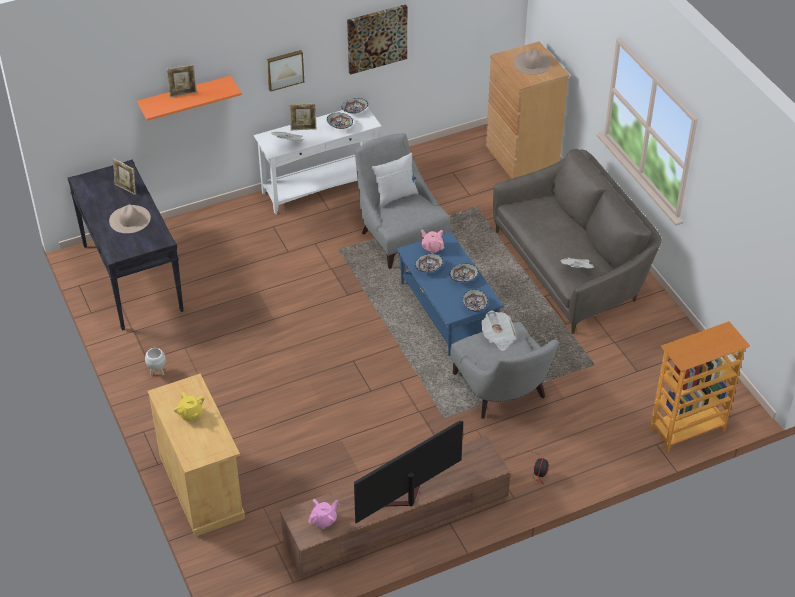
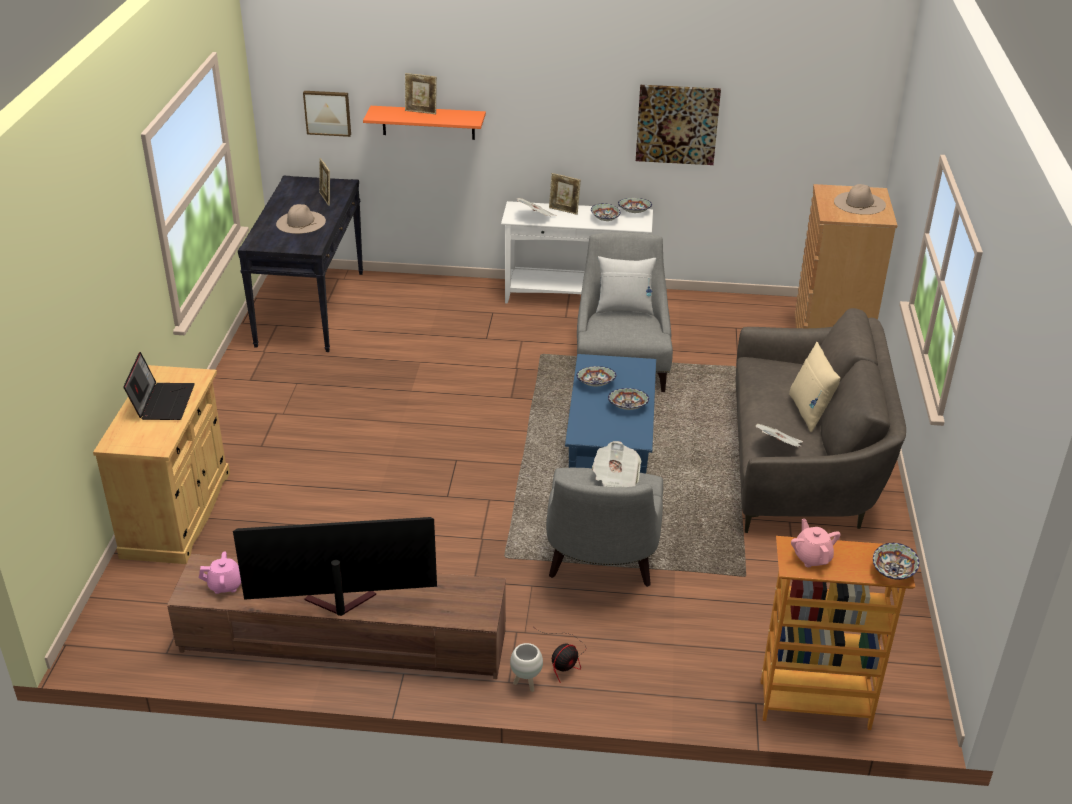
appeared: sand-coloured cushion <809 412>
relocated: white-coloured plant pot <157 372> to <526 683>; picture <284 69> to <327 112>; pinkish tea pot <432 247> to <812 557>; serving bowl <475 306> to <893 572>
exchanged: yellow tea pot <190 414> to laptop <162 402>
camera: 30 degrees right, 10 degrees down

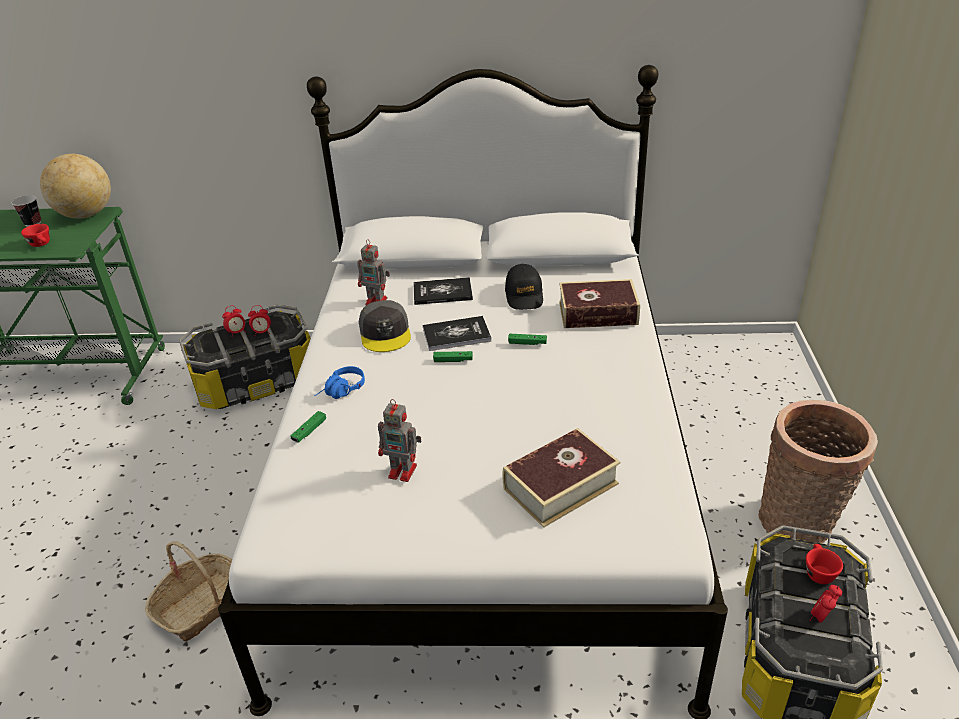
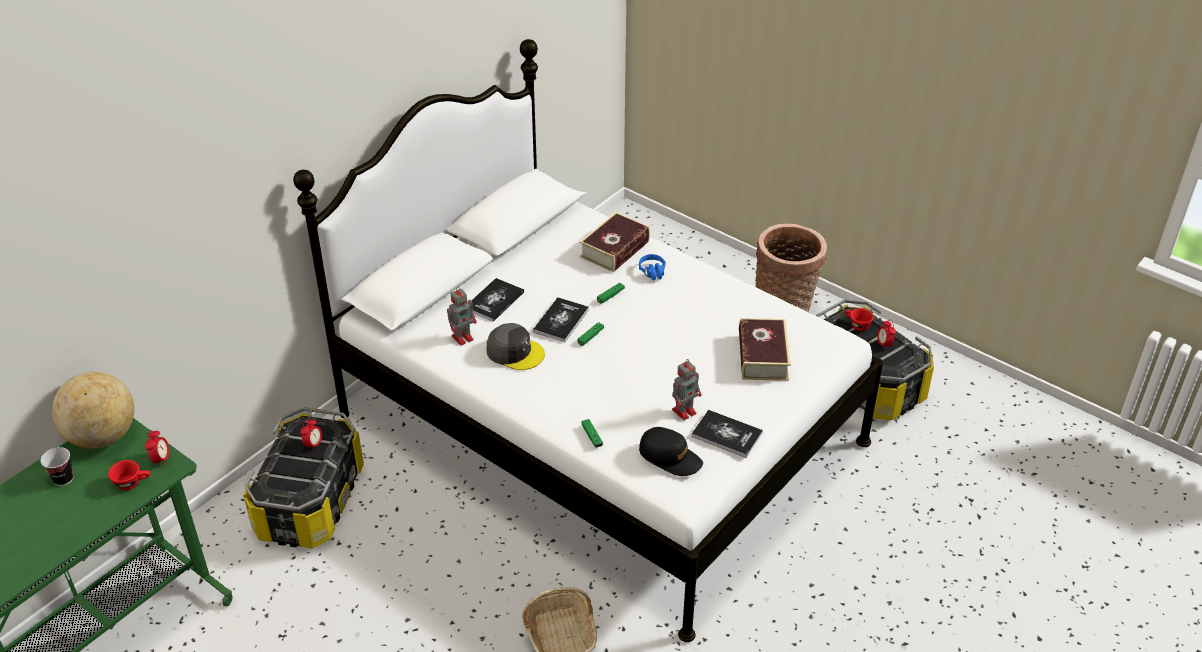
appeared: volume <727 435>
relocated: table clock <237 333> to <161 459>; bluish pair of headphones <341 391> to <654 275>; black cap <524 295> to <670 457>
camera: 55 degrees left, 5 degrees up

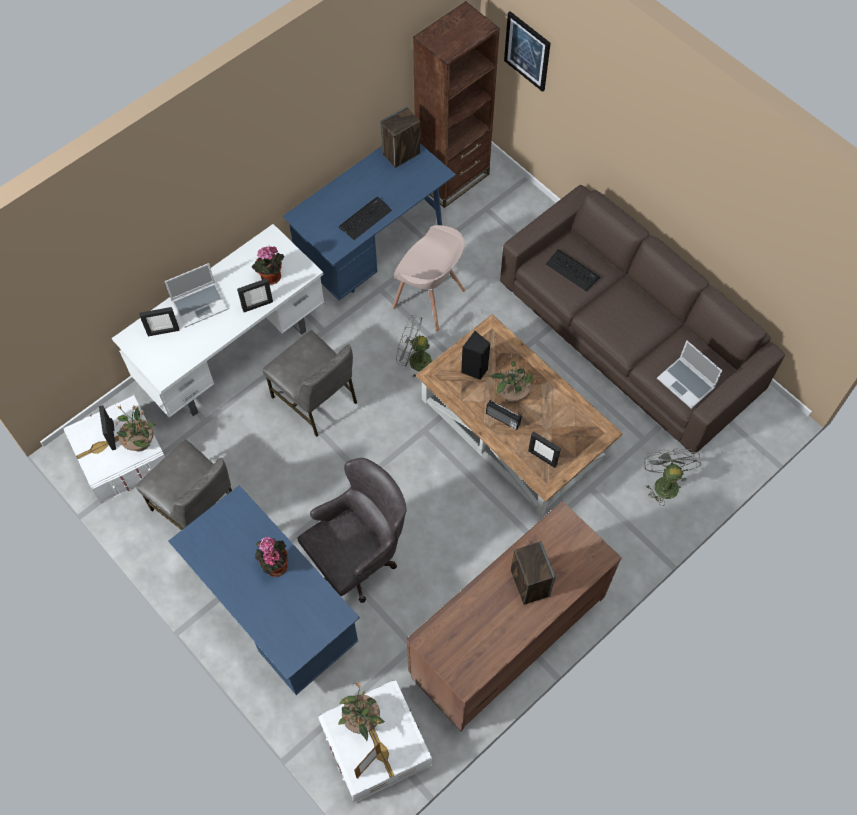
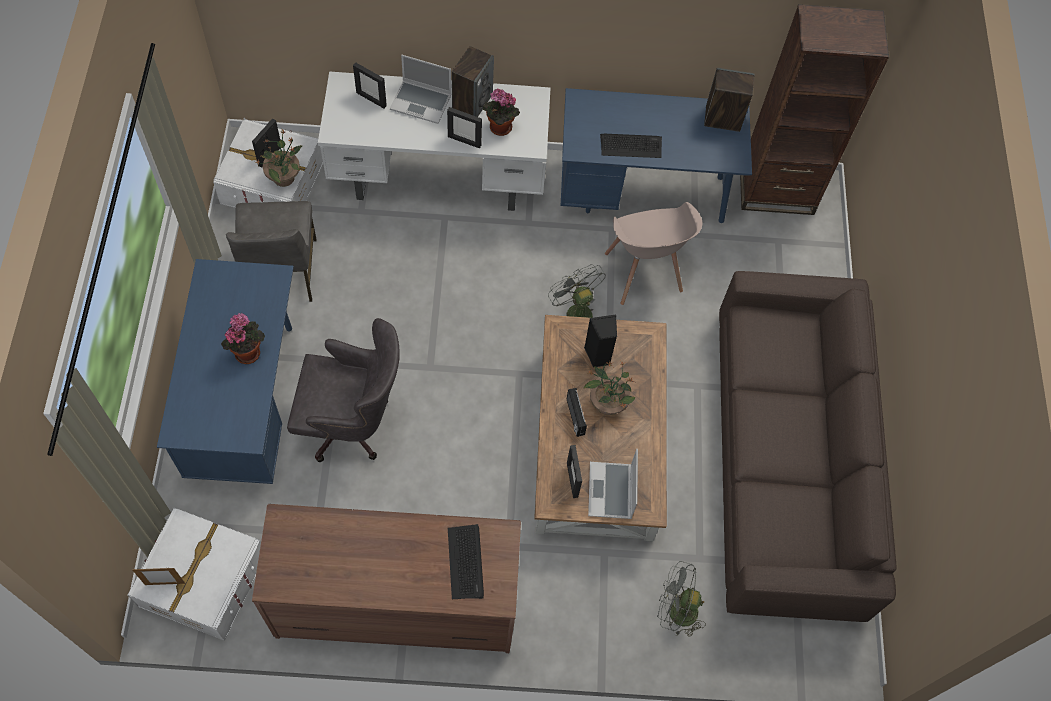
missing: greyish upright chair <316 400>; houseplant <362 719>; picture <527 51>
relocated: speaker <529 583> to <472 102>; computer keyboard <572 270> to <466 562>; laptop <686 383> to <611 492>
spun: greyish fan <664 482> = <675 611> 120 degrees counterclockwise
camera: 40 degrees right, 0 degrees up

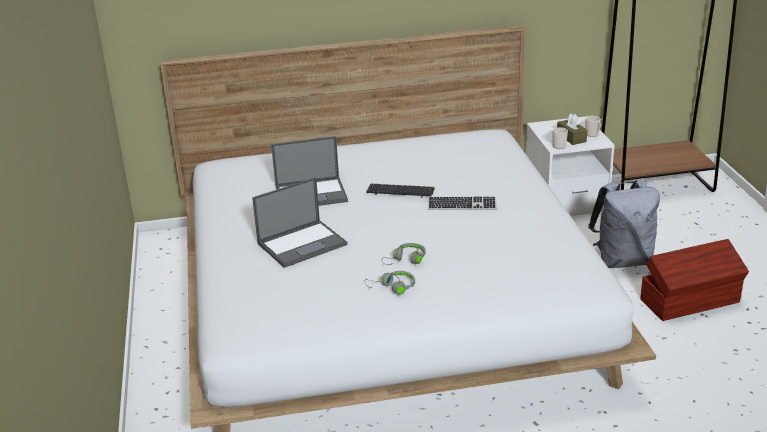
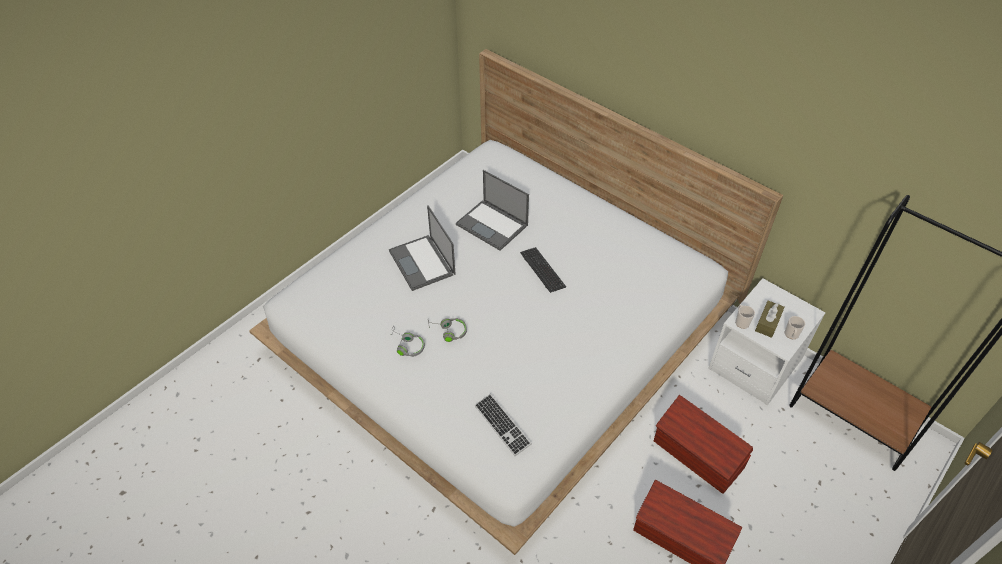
relocated: computer keyboard <462 205> to <502 425>
exchanged: greyish backpack <622 261> to brown storage box <698 456>
spun: laptop <303 243> = <422 263> 45 degrees clockwise
camera: 50 degrees right, 20 degrees up

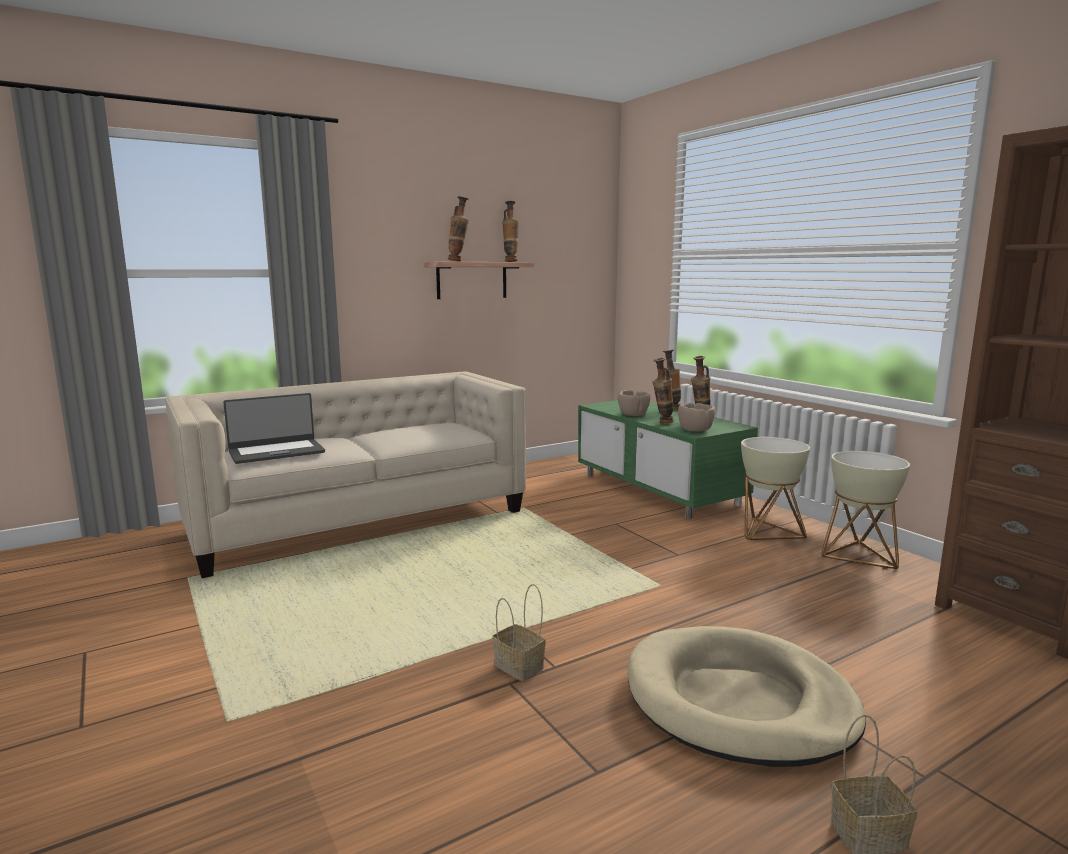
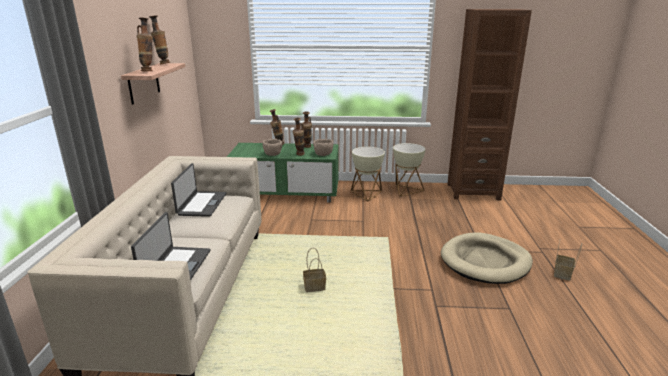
appeared: laptop <201 204>
relocated: basket <520 666> to <315 287>
camera: 55 degrees left, 10 degrees up

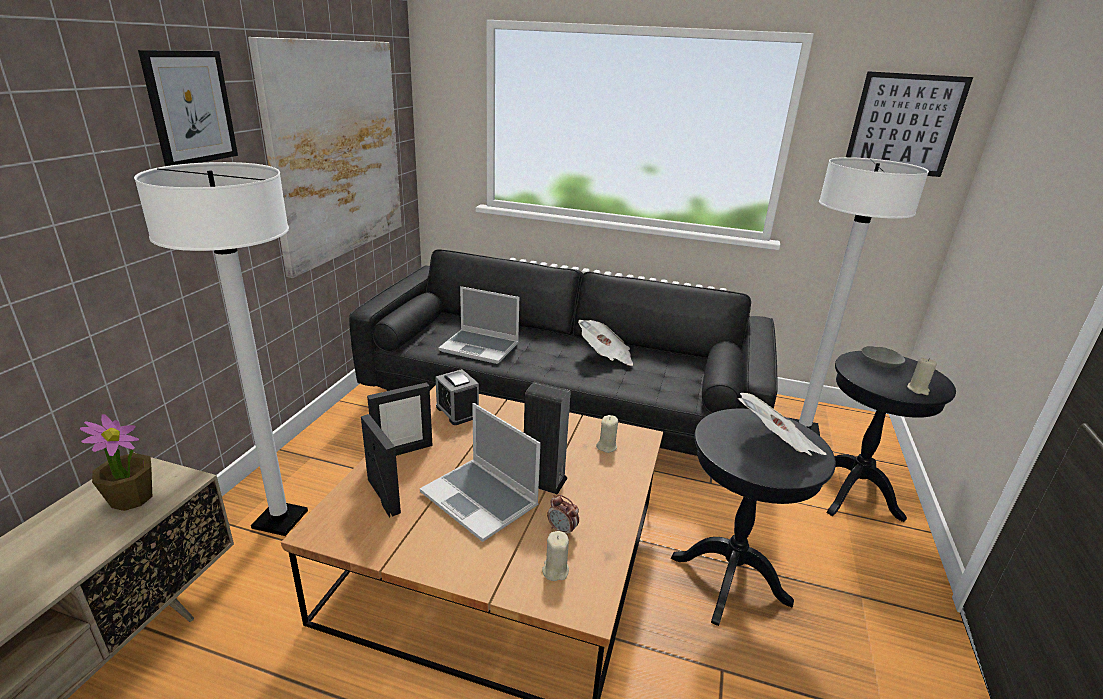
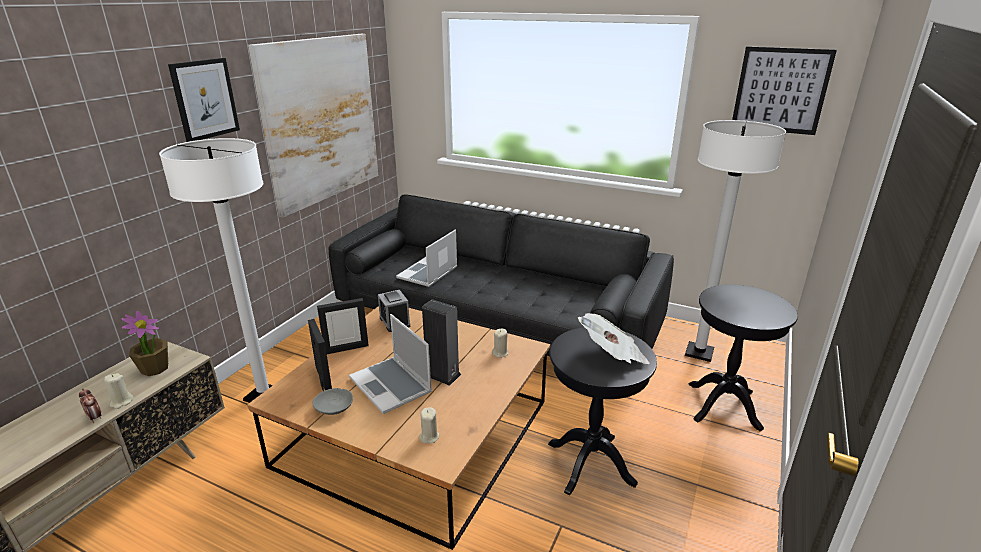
missing: printed paper <605 356>
relocated: table clock <562 530> to <95 418>; greyish serving bowl <880 363> to <334 407>; sand-coloured candle <918 389> to <121 402>
spun: laptop <481 347> = <428 273> 90 degrees clockwise
camera: 10 degrees right, 0 degrees up

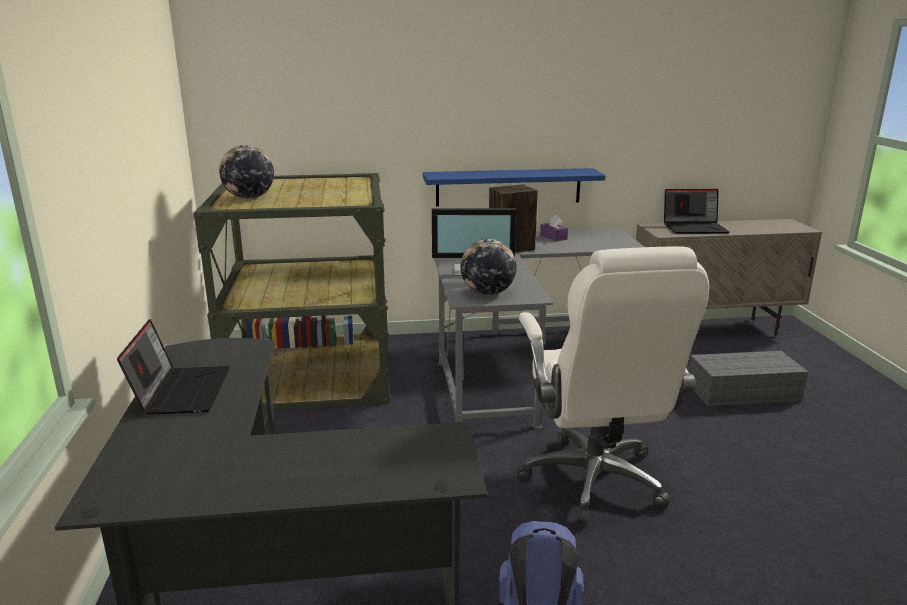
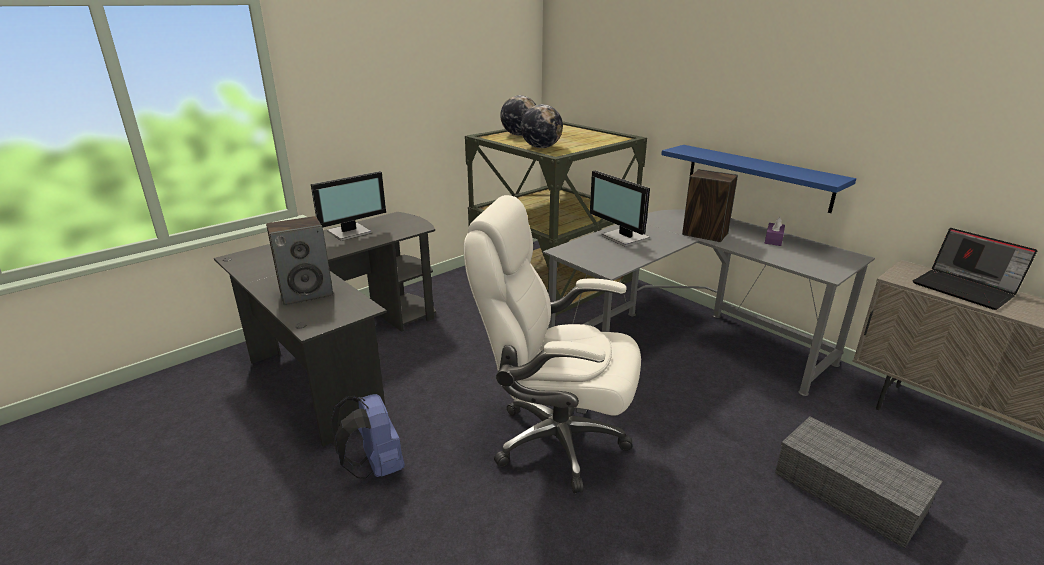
appeared: speaker <306 293>
relocated: desk globe <487 293> to <541 147>
exchanged: laptop <181 391> to monitor <350 232>
spun: white-coloured desk chair <594 482> = <556 441> 60 degrees clockwise
camera: 55 degrees right, 5 degrees up

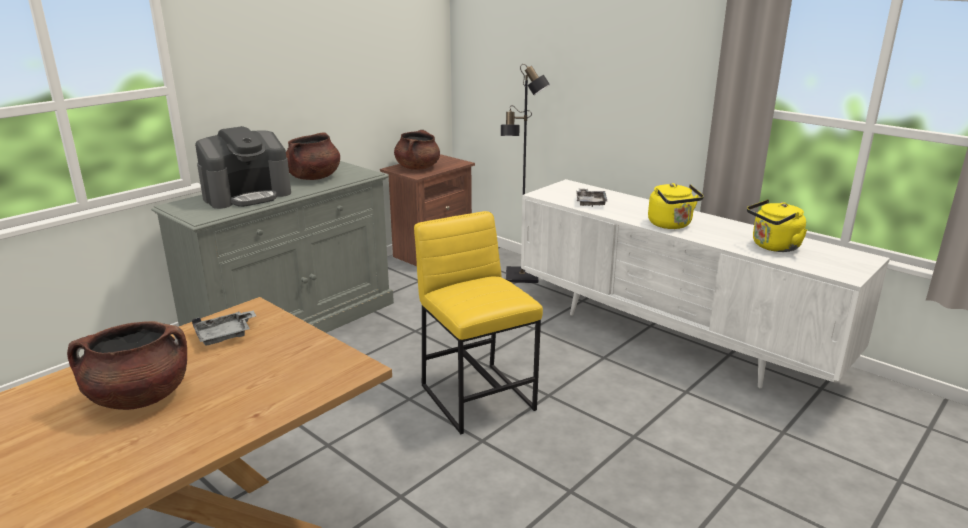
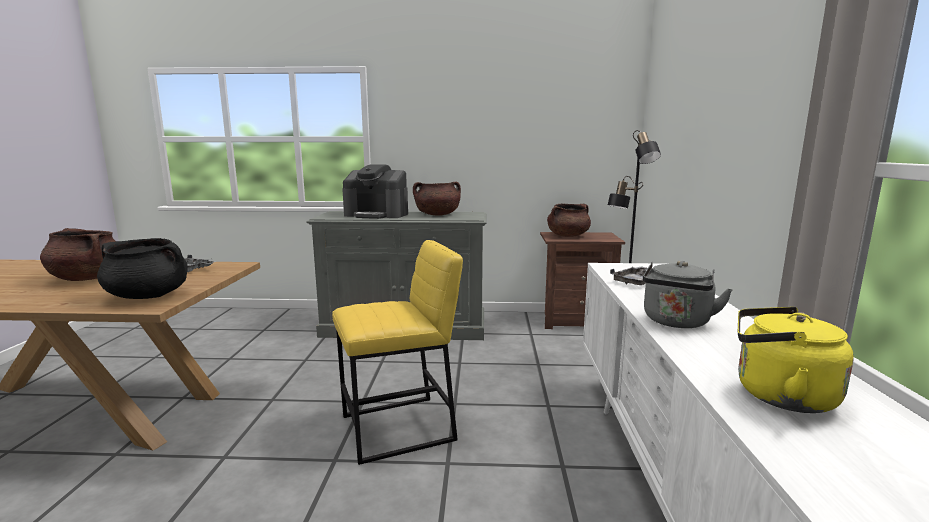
appeared: black cooking pot <149 296>
colour: yellow kettle <671 225> to greyish kettle <676 322>
spun: yellow upright chair <476 396> = <400 427> 45 degrees clockwise
camera: 50 degrees right, 10 degrees down

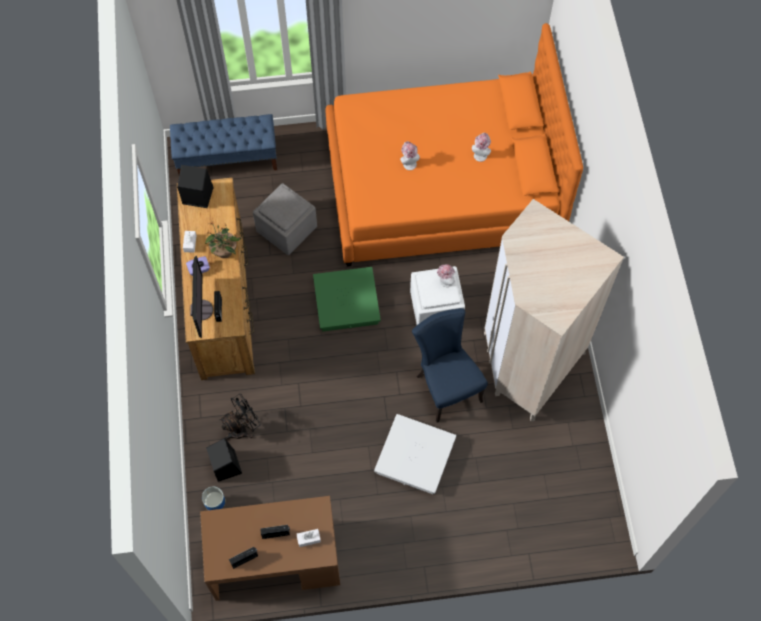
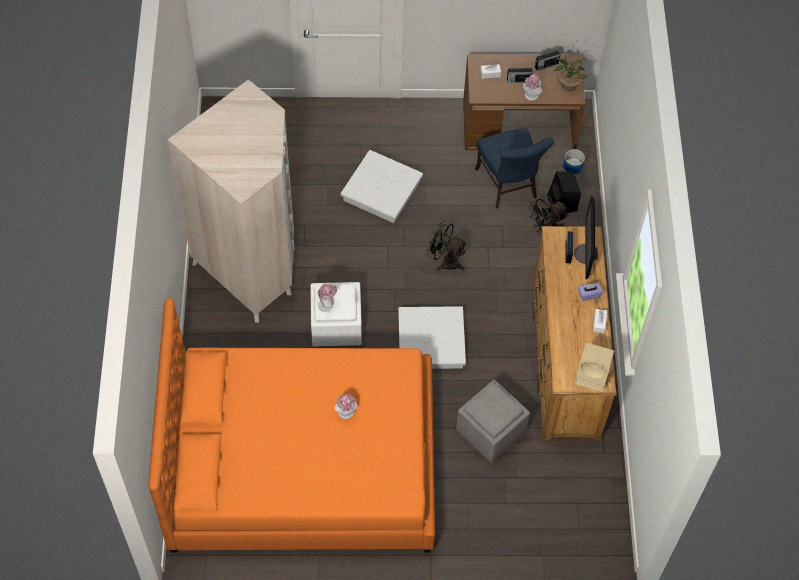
missing: bluish bench <228 160>
appeared: black fan <445 261>
relocated: houseplant <224 251> to <568 84>; bluish upright chair <445 385> to <508 186>; wearable hat <480 154> to <530 96>
colour: black speaker <197 196> to sand-coloured speaker <592 376>; greenish storage box <347 302> to white-coloured storage box <430 342>
camera: 175 degrees left, 5 degrees down

